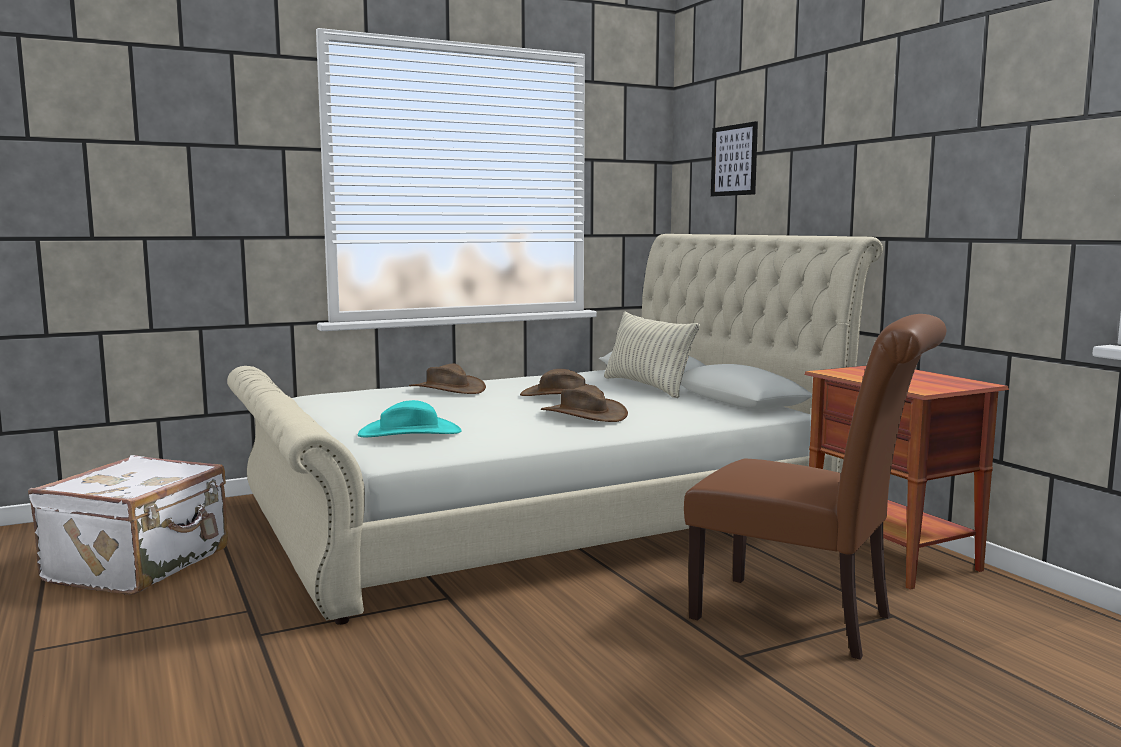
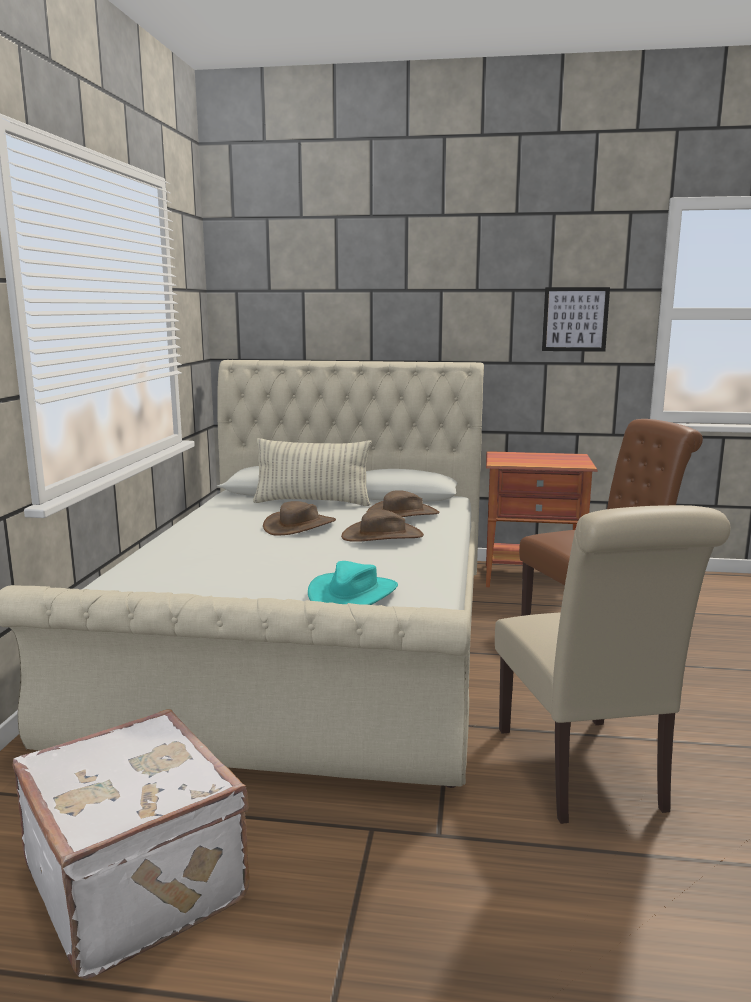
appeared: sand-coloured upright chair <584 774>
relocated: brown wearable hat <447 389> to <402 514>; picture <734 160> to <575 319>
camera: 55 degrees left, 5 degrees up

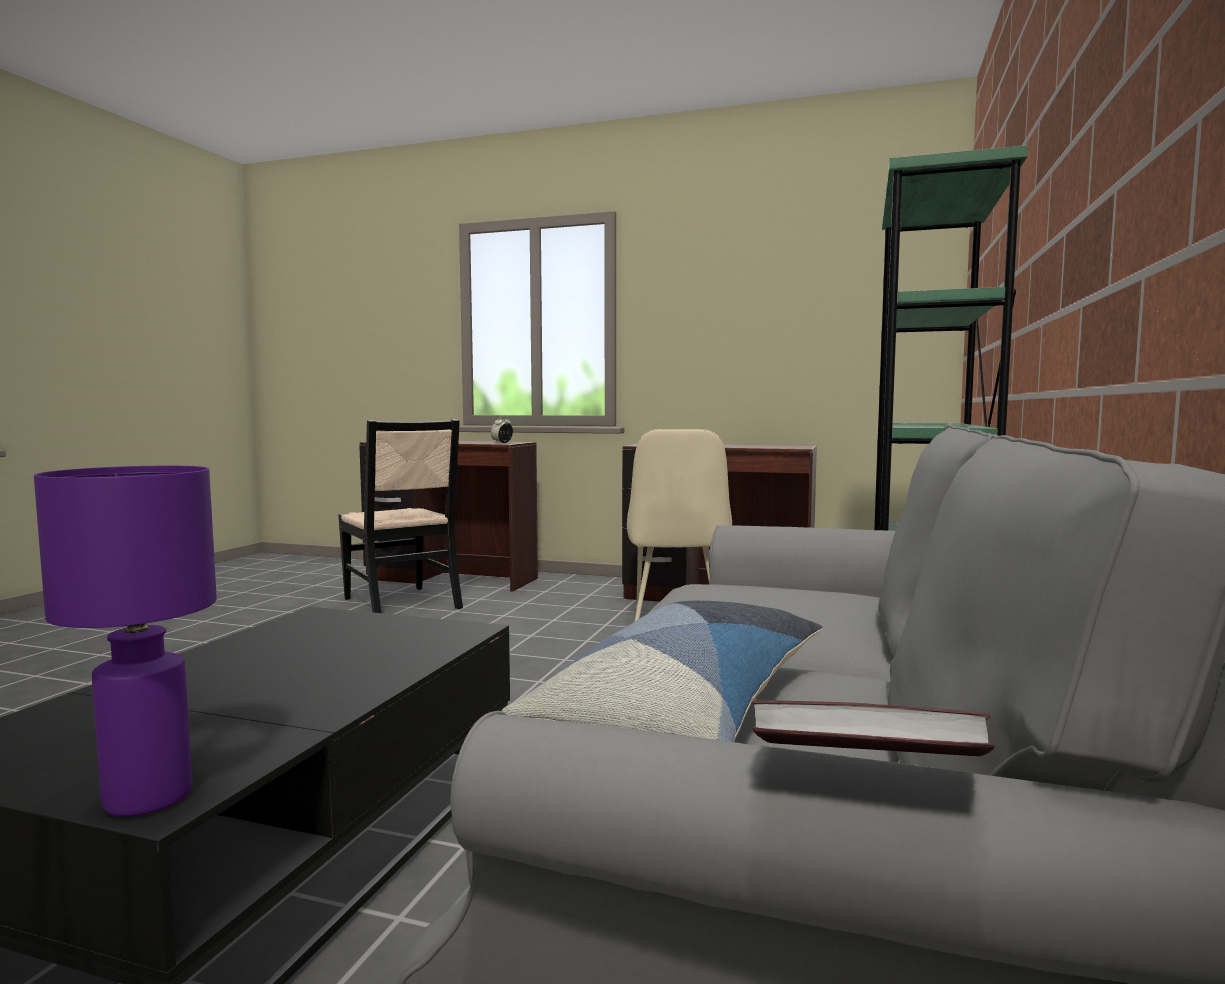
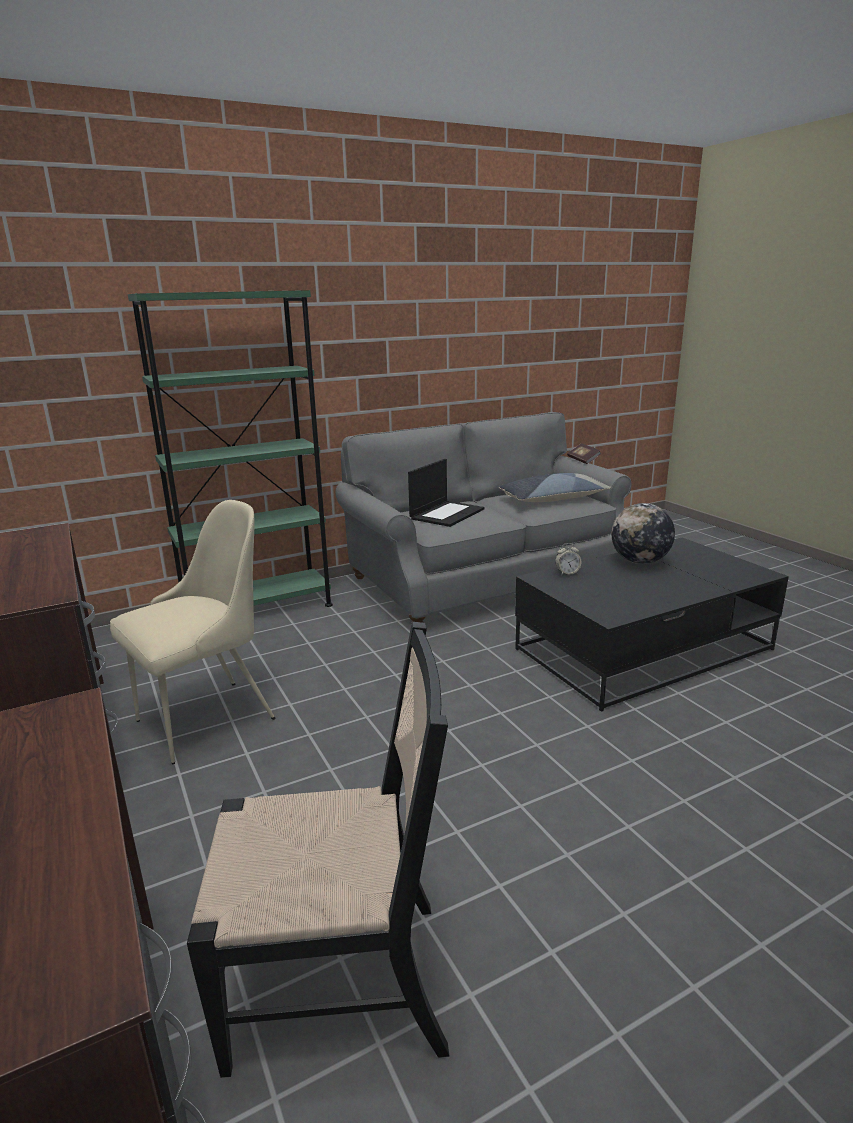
missing: purplish tabletop lamp <146 799>
appeared: laptop <447 513>; desk globe <640 562>
relocated: table clock <502 443> to <567 573>
spun: upright chair <401 604> = <338 984> 75 degrees clockwise
camera: 135 degrees left, 15 degrees up

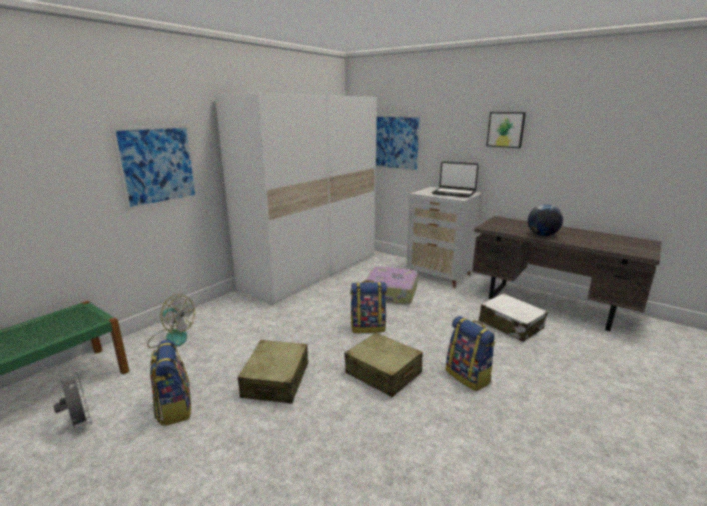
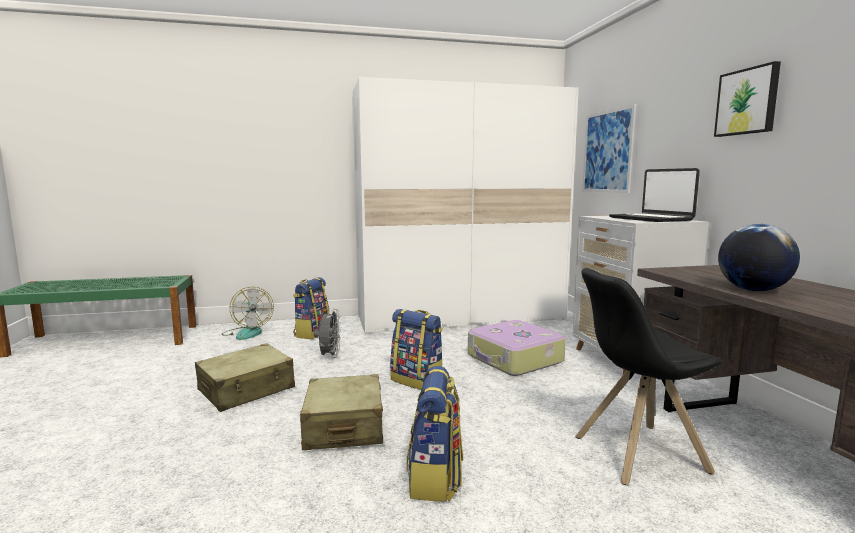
missing: picture <158 165>
relocated: greyish fan <80 423> to <329 356>; backpack <174 408> to <312 333>
exchanged: white-coloured suitcase <510 325> to black upright chair <638 453>
camera: 40 degrees right, 10 degrees down

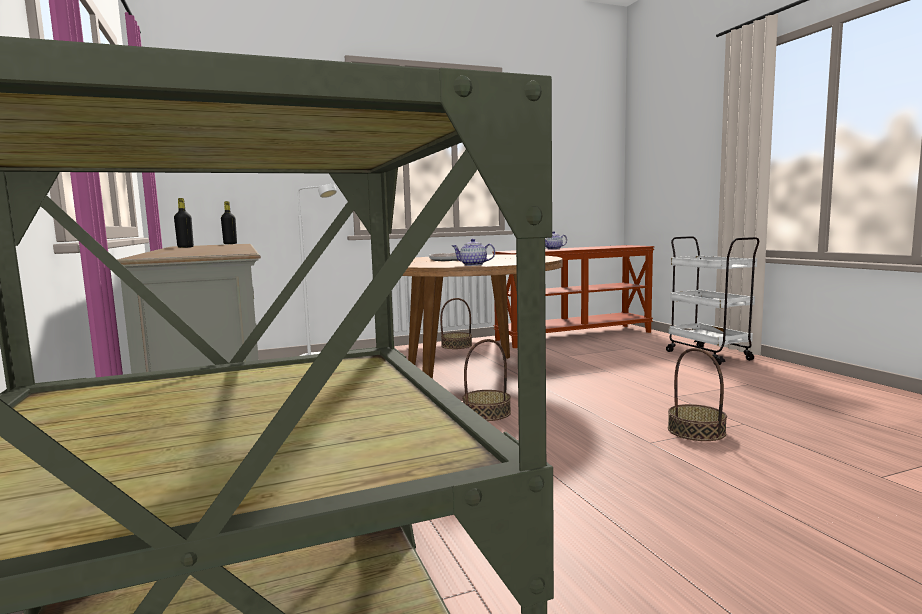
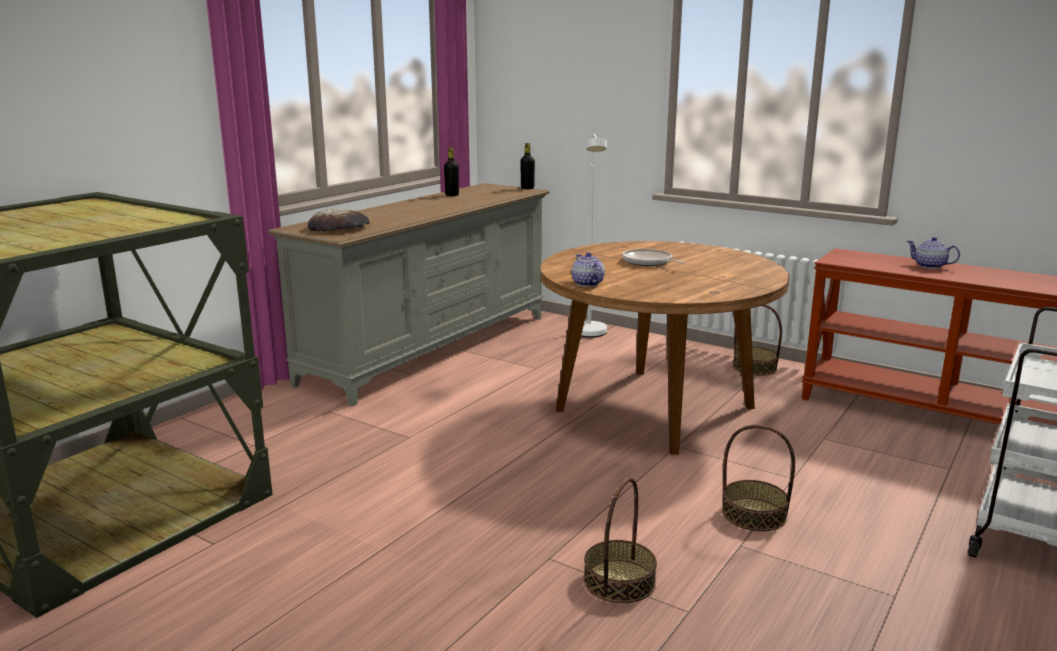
appeared: bread <339 228>
relocated: basket <486 413> to <754 514>
camera: 55 degrees right, 10 degrees up

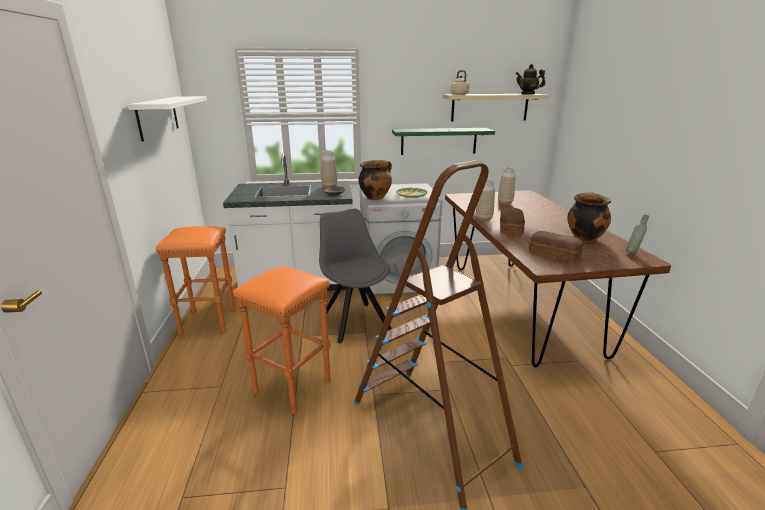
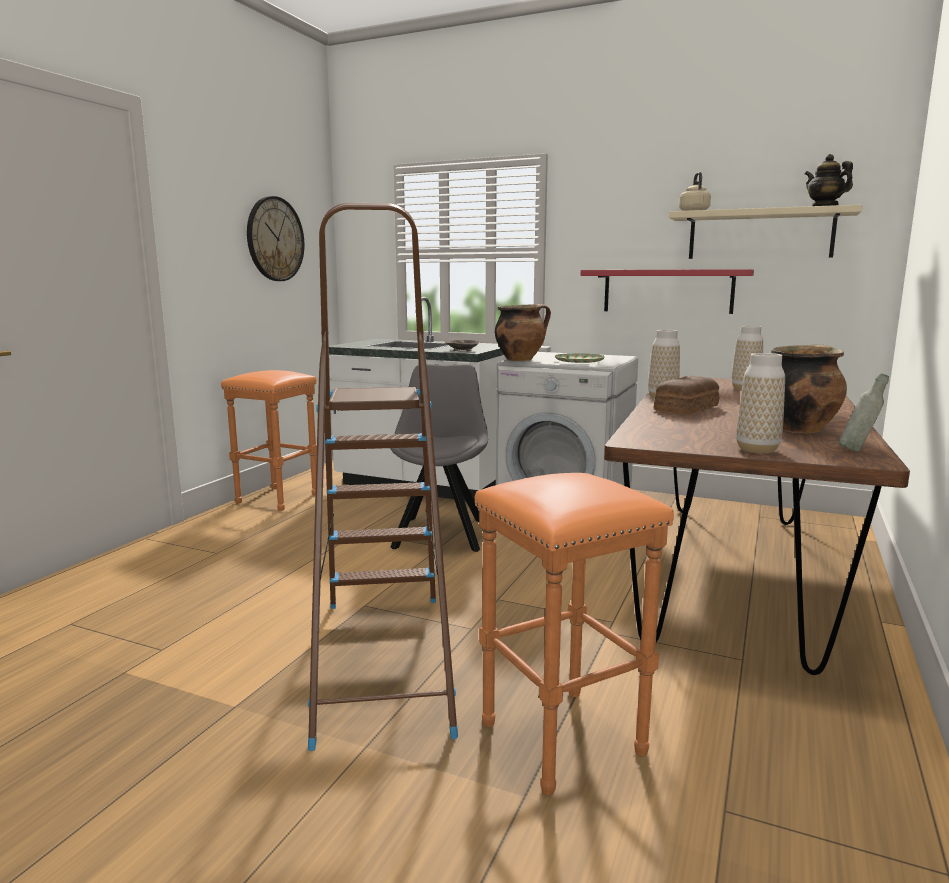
missing: bread <553 253>
relocated: orangey stool <292 385> to <563 734>; vase <329 186> to <757 450>
exchanged: white-coloured bracket shelf <158 117> to hanging clock <275 239>
colour: greenish bracket shelf <438 141> to red-coloured bracket shelf <667 291>
camera: 30 degrees right, 10 degrees down

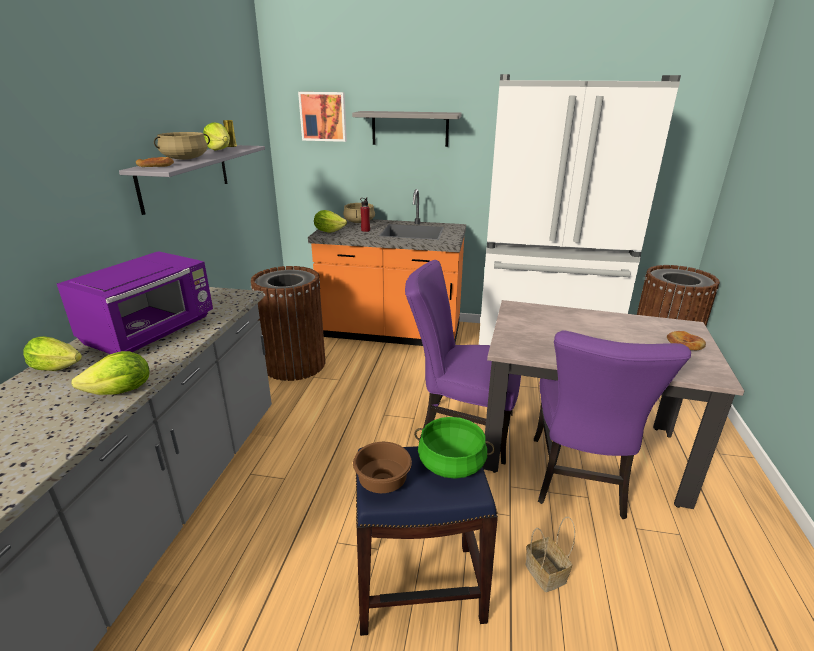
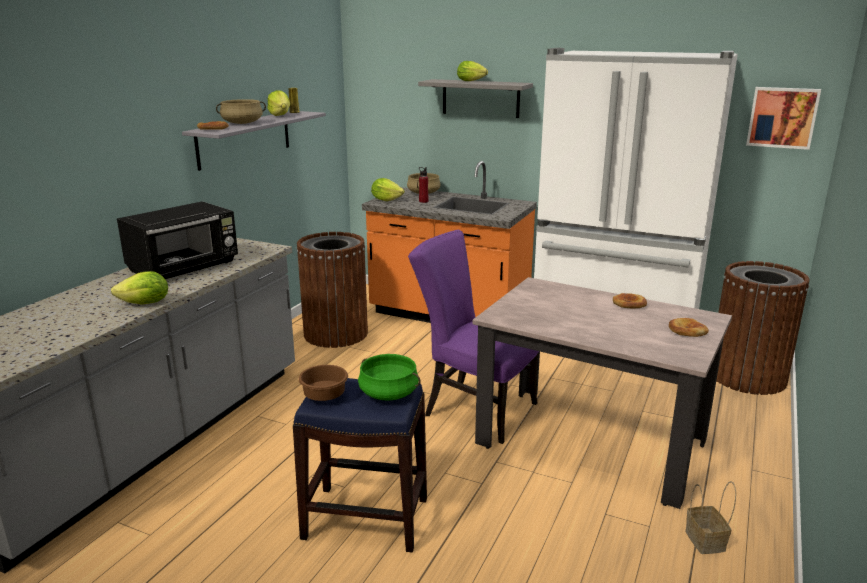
missing: purplish upright chair <579 481>
appeared: bread <629 304>
relocated: lettuce head <60 368> to <472 81>; picture <323 116> to <782 117>; basket <547 574> to <706 541>
colour: purplish kitchen microwave <152 331> to black kitchen microwave <185 268>
camera: 15 degrees right, 5 degrees down

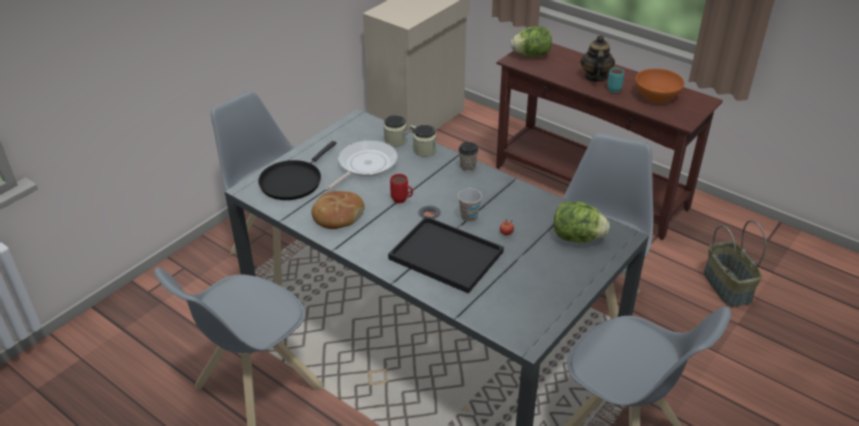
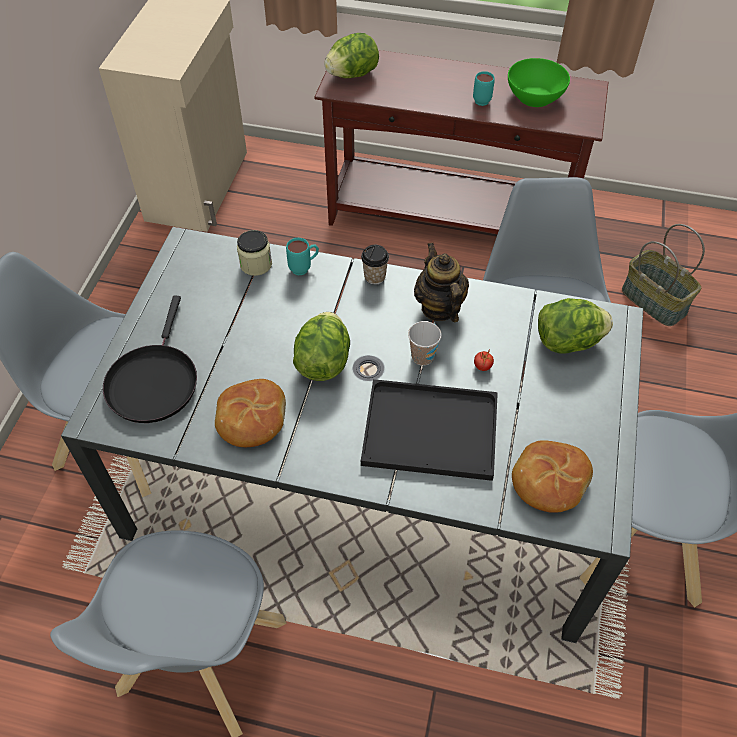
missing: skillet <365 165>
appeared: bread <548 481>
relocated: tea pot <595 77> to <439 307>
exchanged: red-coloured coffee mug <402 201> to lettuce head <323 362>; preserve jar <424 150> to turquoise coffee mug <304 268>
colour: orangey serving bowl <656 96> to greenish serving bowl <534 96>
camera: 25 degrees left, 15 degrees up

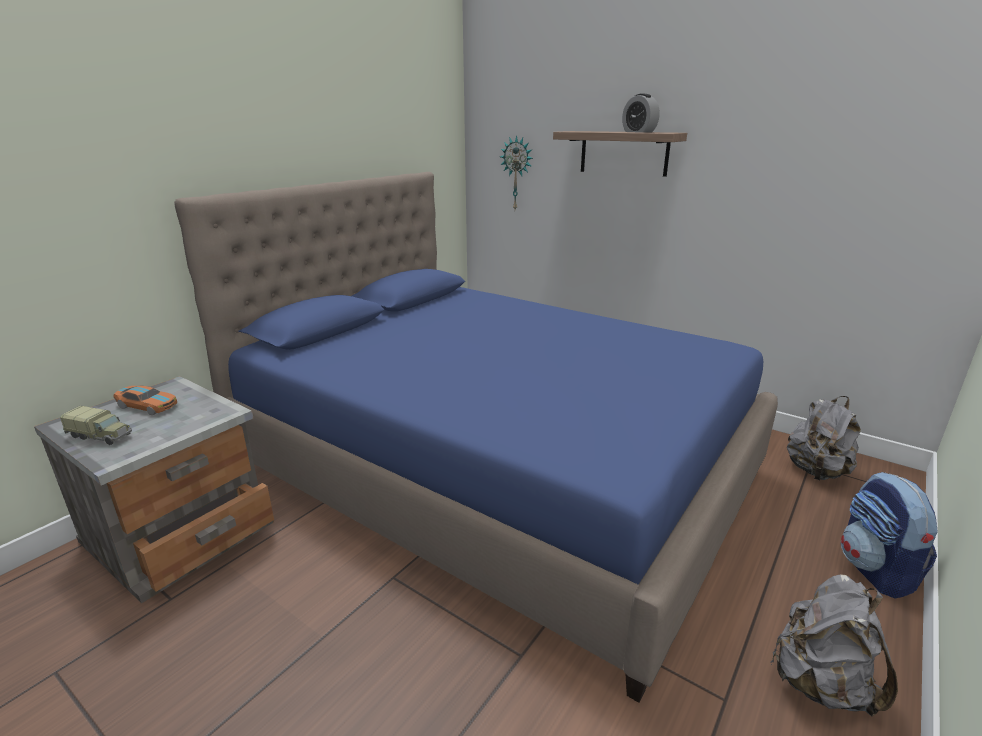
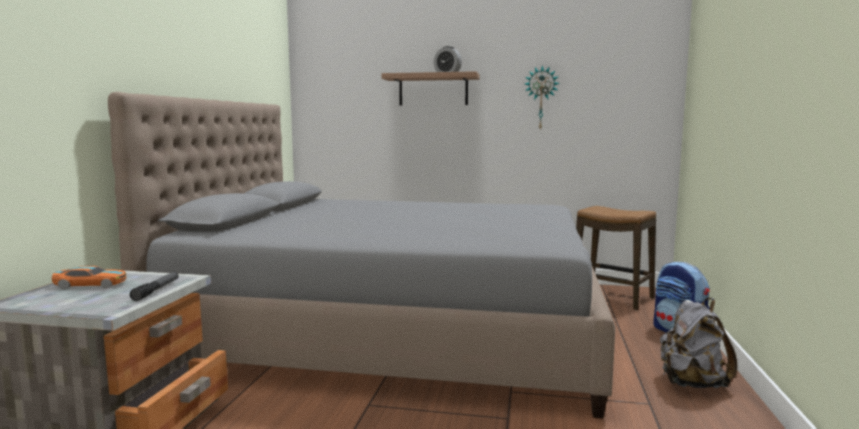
missing: model truck <101 436>
appeared: flashlight <156 290>
relocated: hanging clock <517 174> to <541 98>
exchanged: greyish backpack <816 471> to stool <612 297>
colour: bluish bed <493 468> to greyish bed <391 332>
camera: 25 degrees left, 15 degrees down

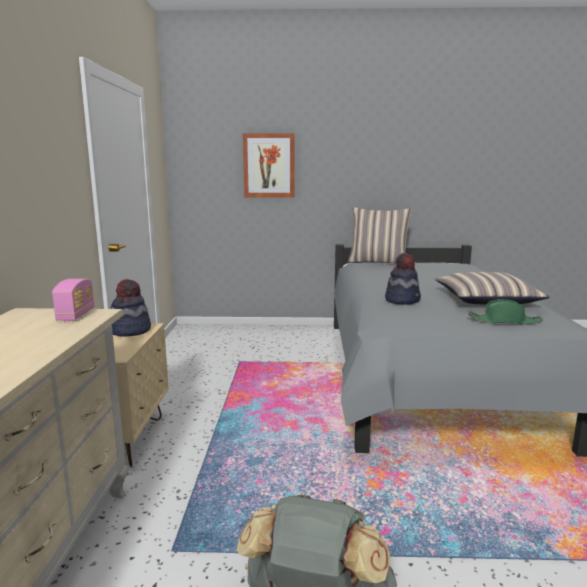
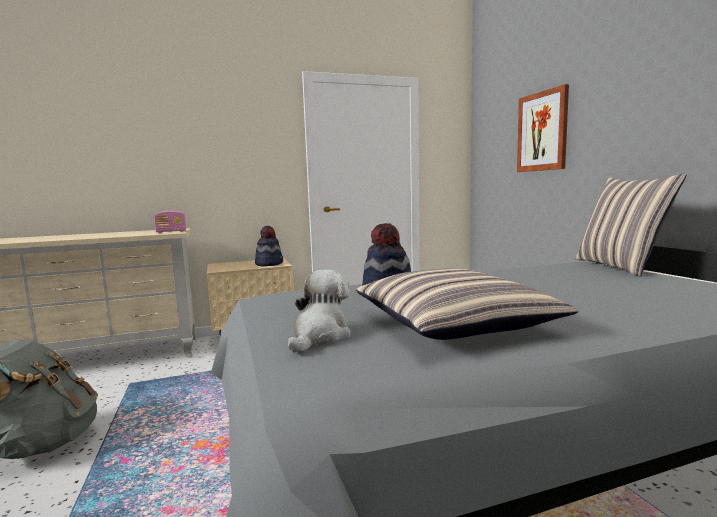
exchanged: greenish wearable hat <504 321> to plush toy <320 336>
camera: 70 degrees right, 5 degrees down

